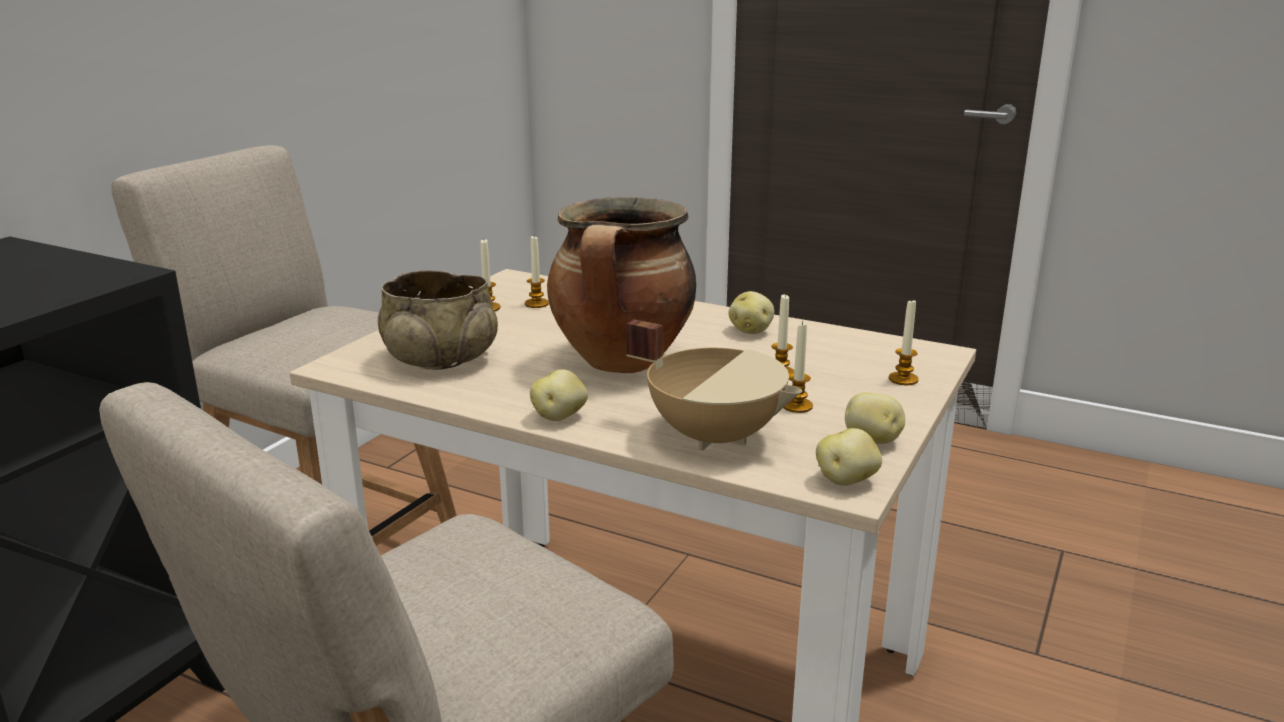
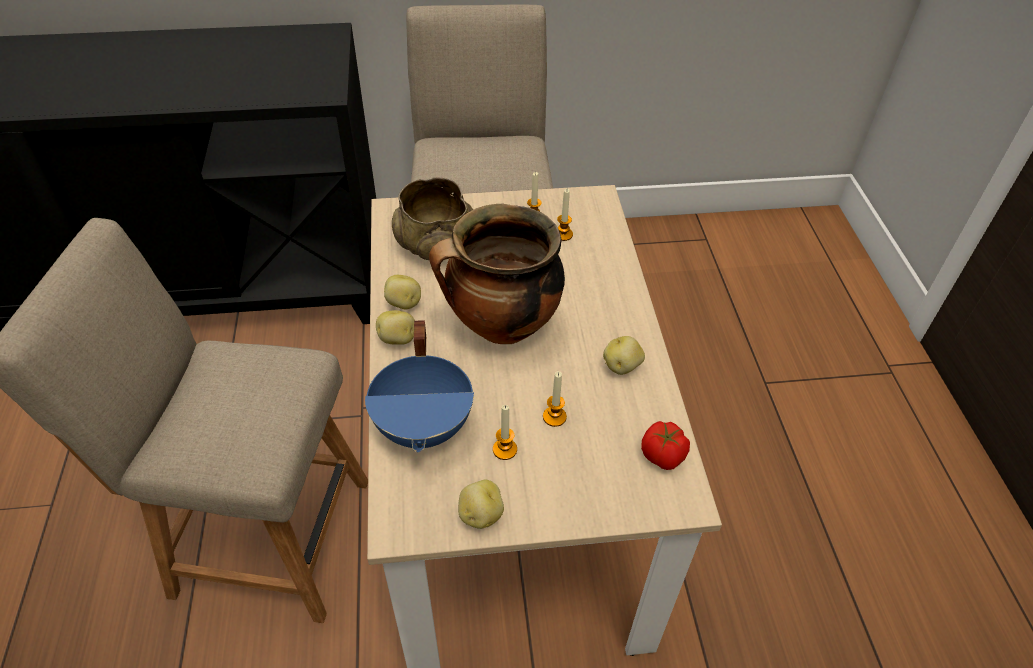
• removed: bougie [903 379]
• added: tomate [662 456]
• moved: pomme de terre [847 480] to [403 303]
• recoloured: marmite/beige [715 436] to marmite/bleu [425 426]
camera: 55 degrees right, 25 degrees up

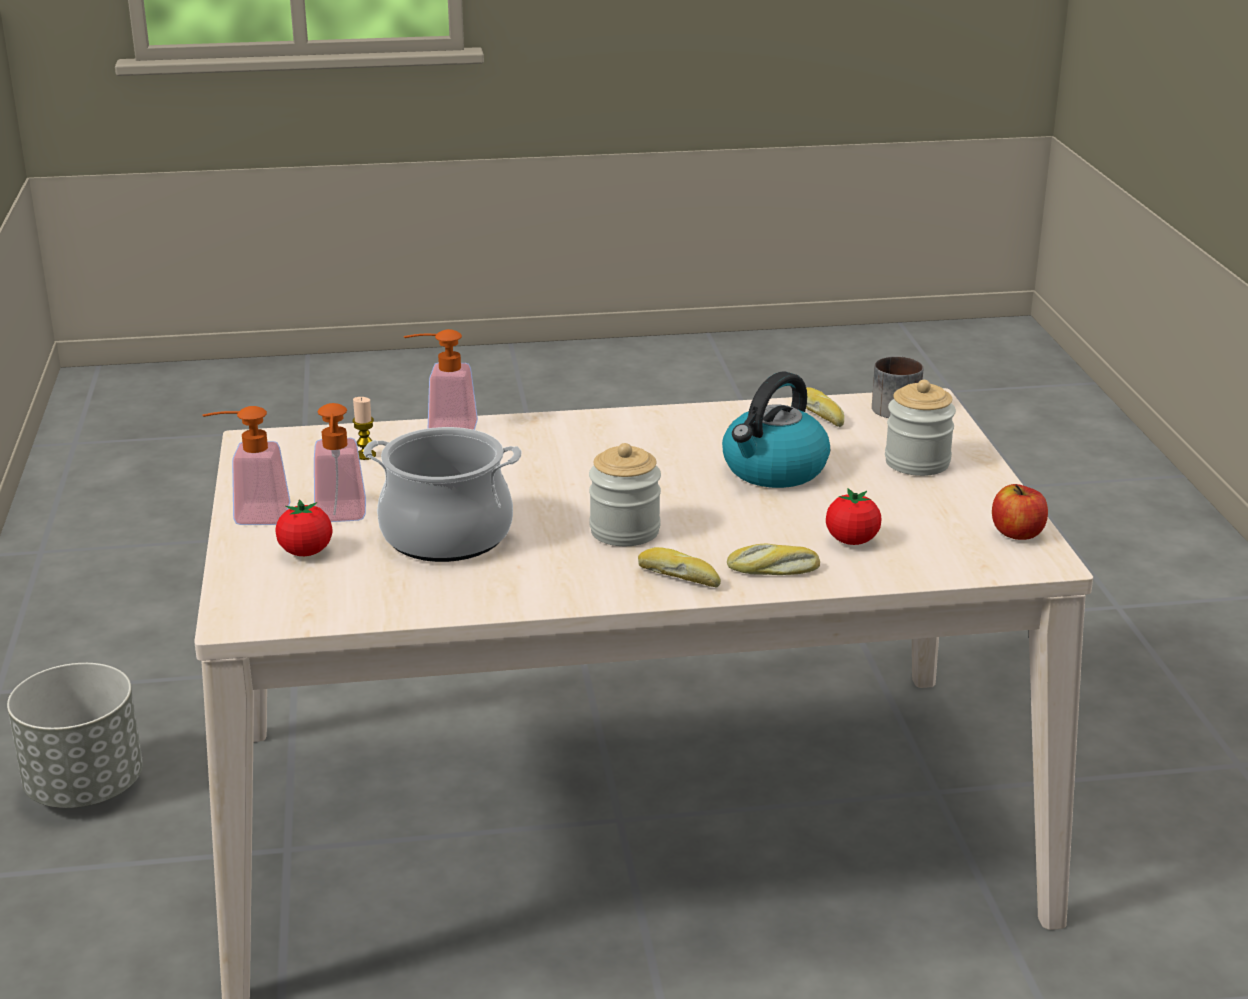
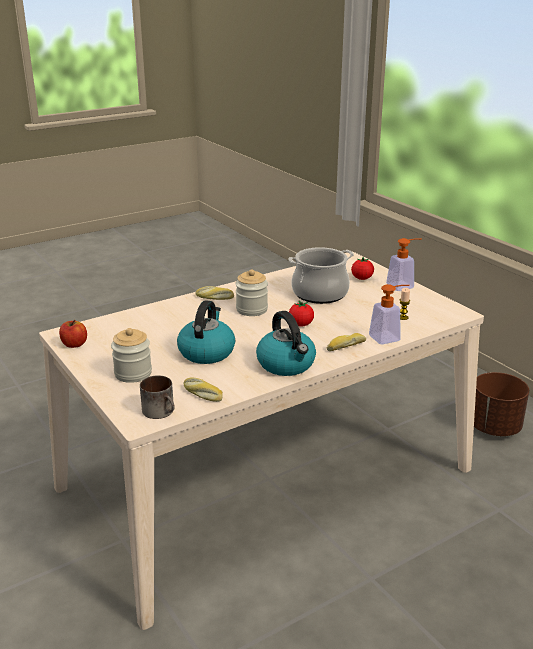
• removed: distributeur de savon [340 517]
• added: bouilloire [287 364]
• moved: pain [773 571] to [345 346]
• moved: tomate [852 541] to [301 324]
• recoloured: cache-pot/gris [85 788] to cache-pot/marron [493 427]
camera: 155 degrees right, 0 degrees up

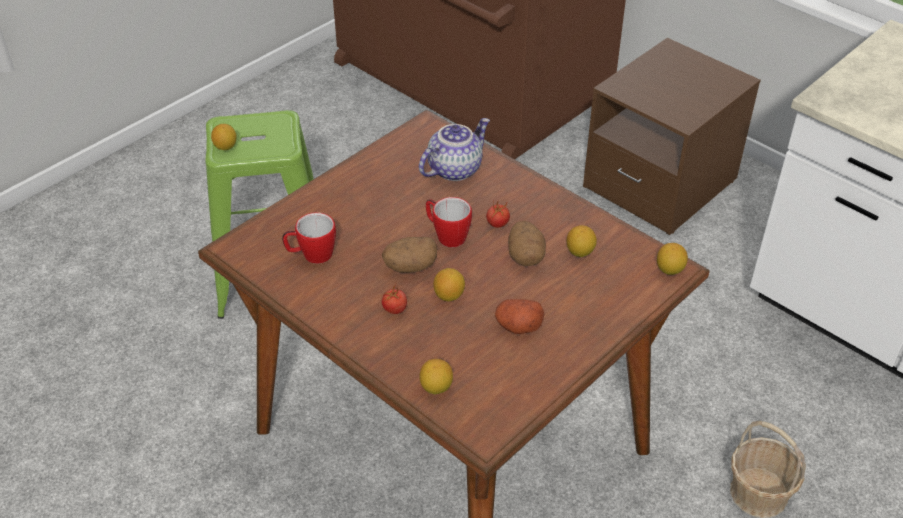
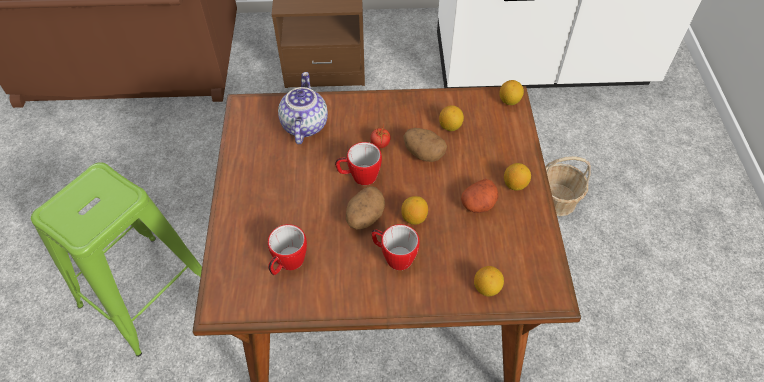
• moved: citron [226 147] to [515 184]
• replaced: tomate [394 309] to mug [394 256]
camera: 45 degrees left, 10 degrees up

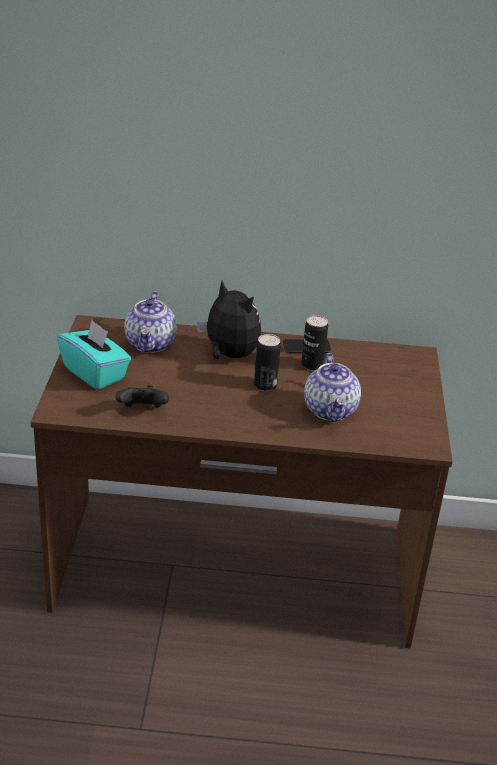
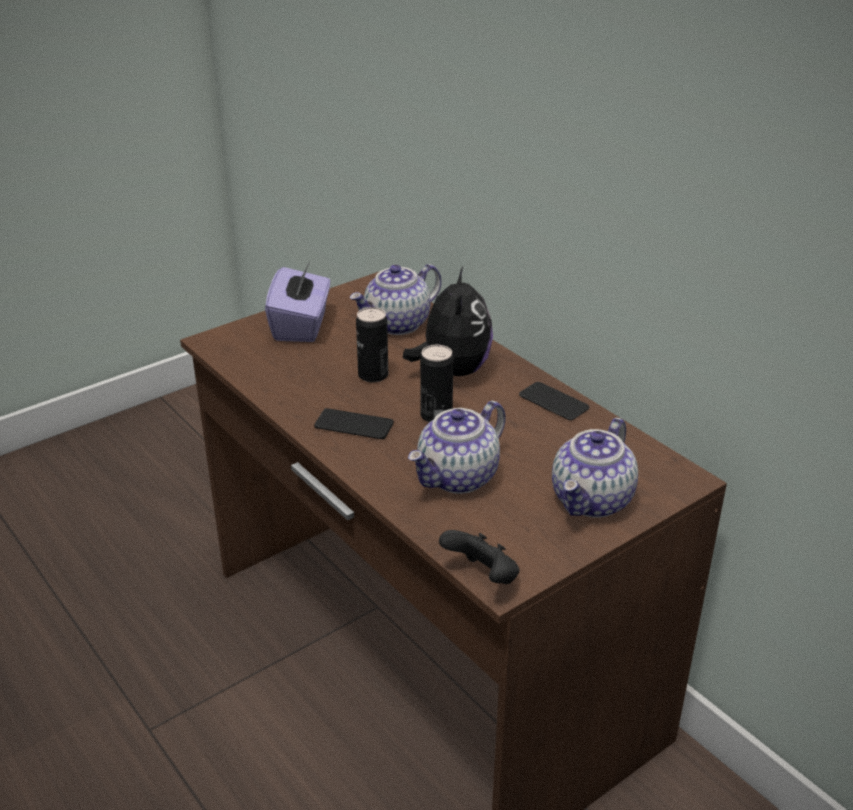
• added: téléphone [354 425]
• added: théière [592 501]
• moved: manette/noir [142 411] to [482 577]
• moved: boîte métallique [312 365] to [373 375]
• recoloured: boîte à mouchoirs/turquoise [95 373] to boîte à mouchoirs/violet [301 326]
camera: 50 degrees right, 0 degrees up

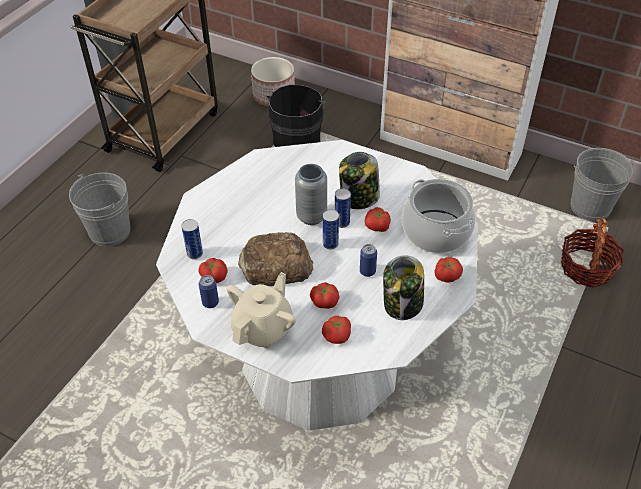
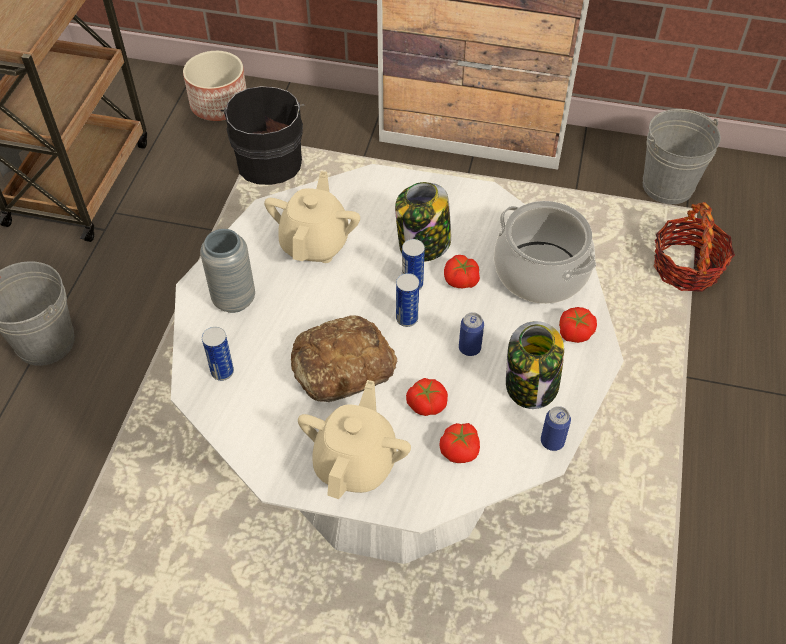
• removed: tomate [214 276]
• added: théière/beige [315 243]
• moved: boîte métallique [210 302] to [552 441]
• moved: vase/gris [311 217] to [234 300]
camera: 15 degrees left, 5 degrees up

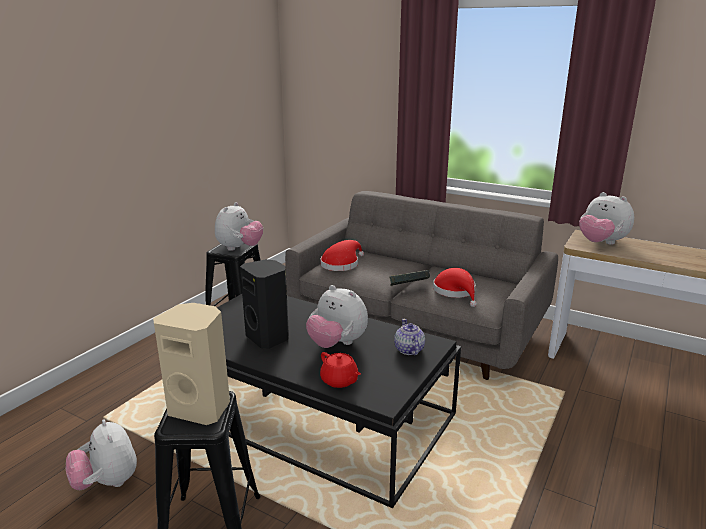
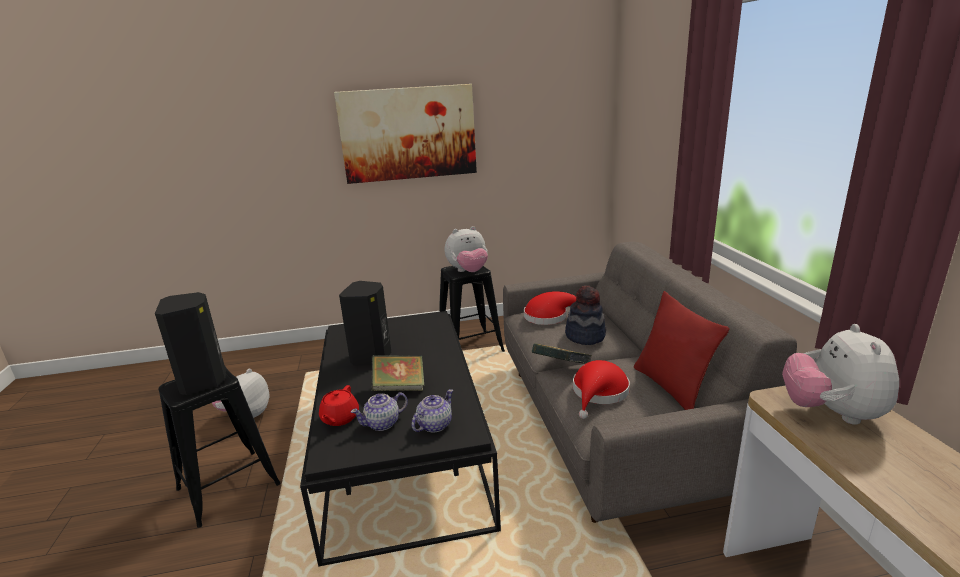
• added: tableau [408 133]
• added: théière [383 423]
• added: chapeau [585 336]
• added: coussin/rouge [671 387]
• replaced: peluche [337 344] to livre [399 387]
• recoloured: enceinte/beige [201 408] to enceinte/noir [204 381]
camera: 50 degrees right, 0 degrees up

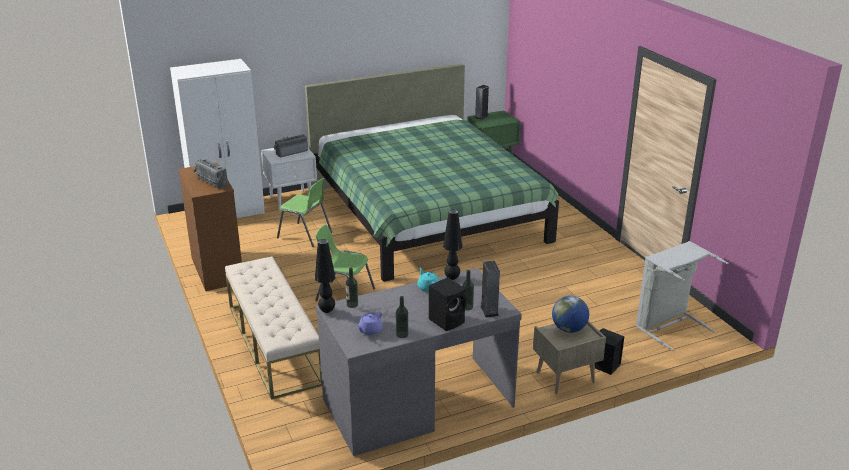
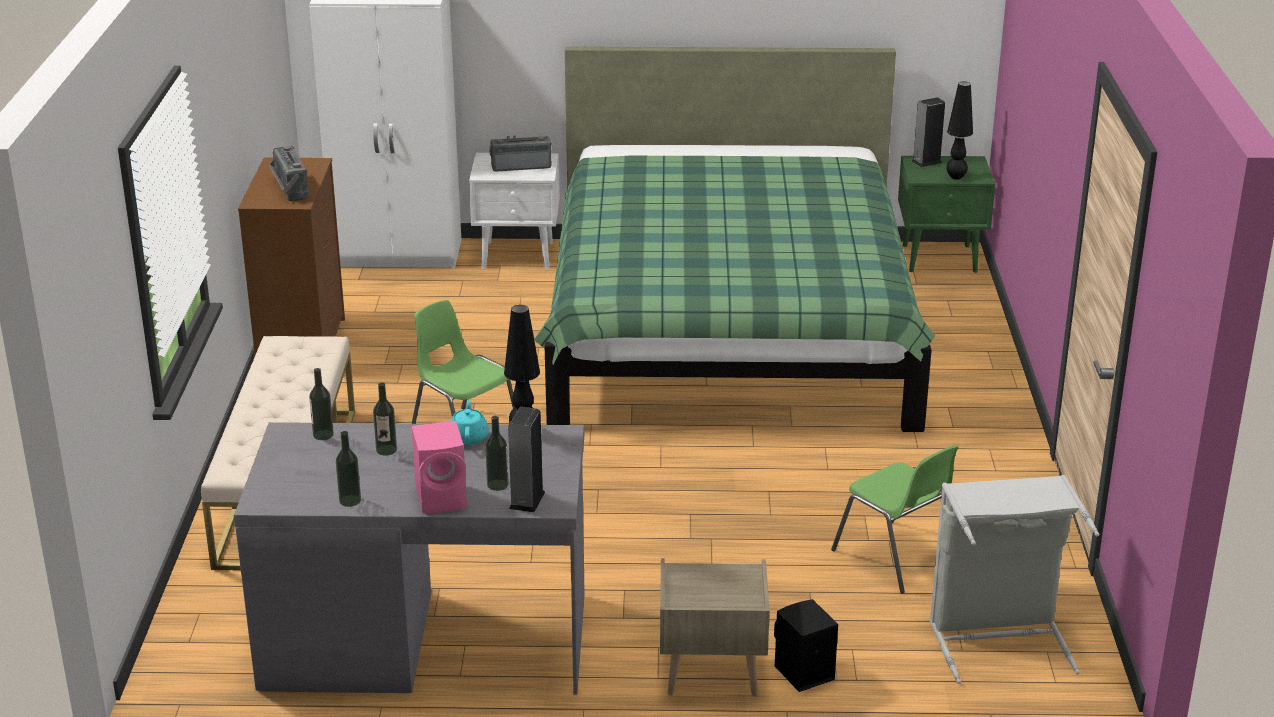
• removed: théière/violet [370 330]
• removed: globe [569 329]
• added: bouteille [386 450]
• moved: chaise/vert [305 235] to [896 558]
• moved: lampe de table/noir [327 310] to [956 177]
• recoloured: enceinte/noir [447 320] to enceinte/rose [443 498]
camera: 25 degrees right, 0 degrees up

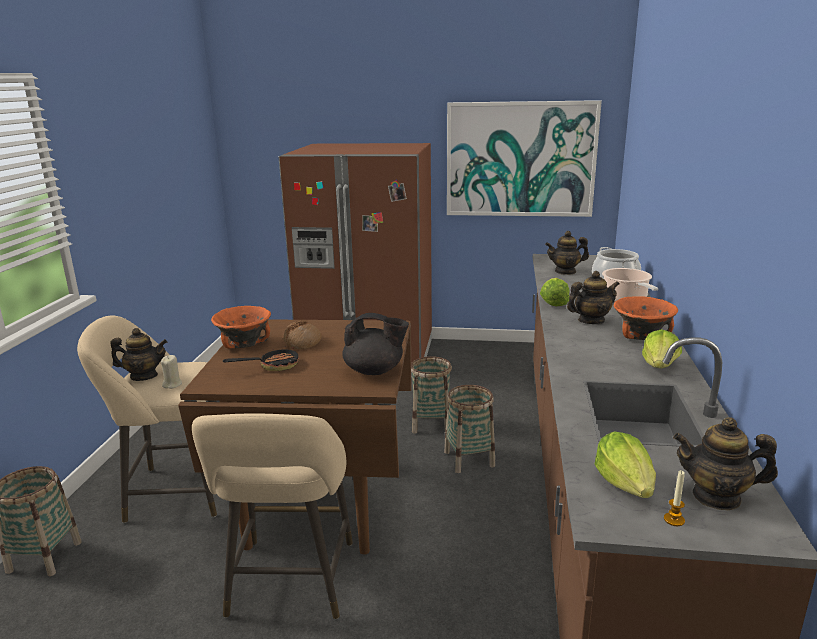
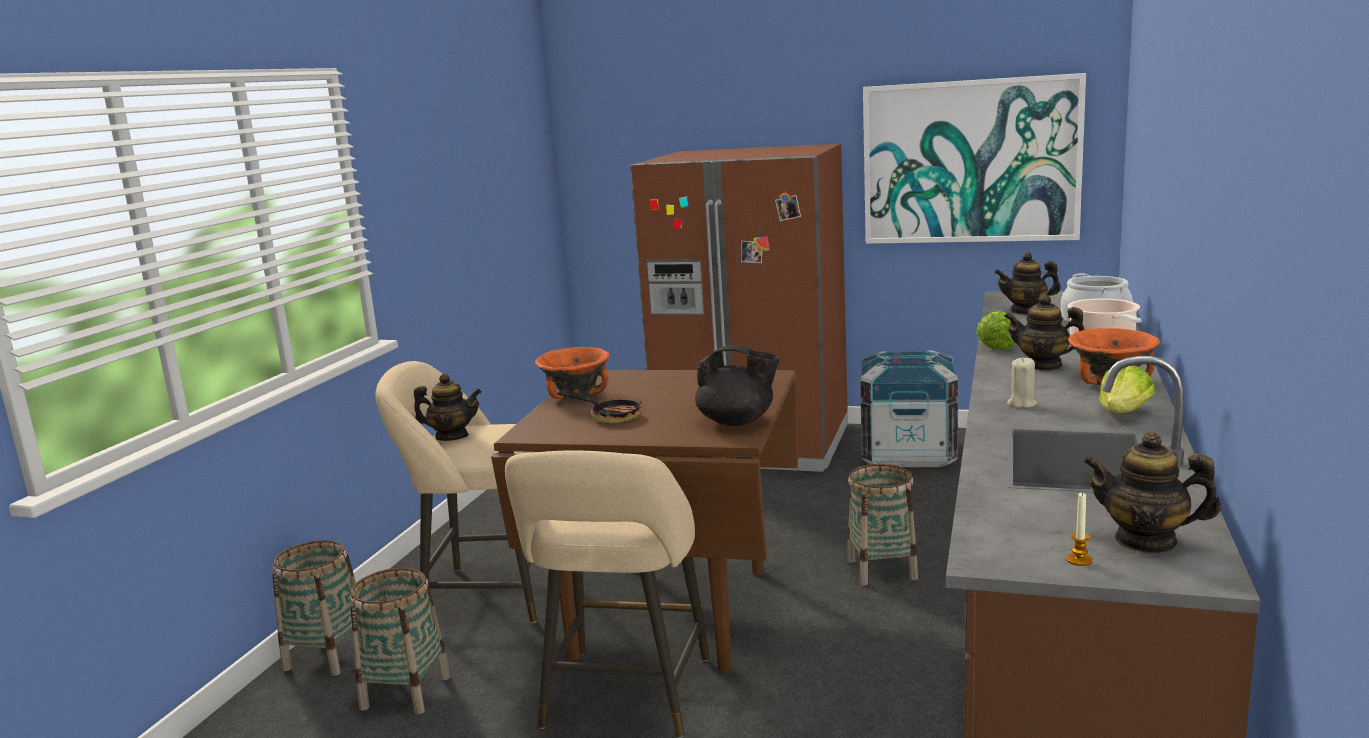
• removed: pain [303 342]
• removed: laitue [626 484]
• added: caisse [908 453]
• moved: bougie/beige [172 384] to [1021 404]
• moved: panier [431 424] to [405 692]
• turned: poêle [273 366] = [609 416] 45 degrees clockwise
• turned: théière [591 321] = [1043 365] 150 degrees counterclockwise
camera: 10 degrees right, 5 degrees down

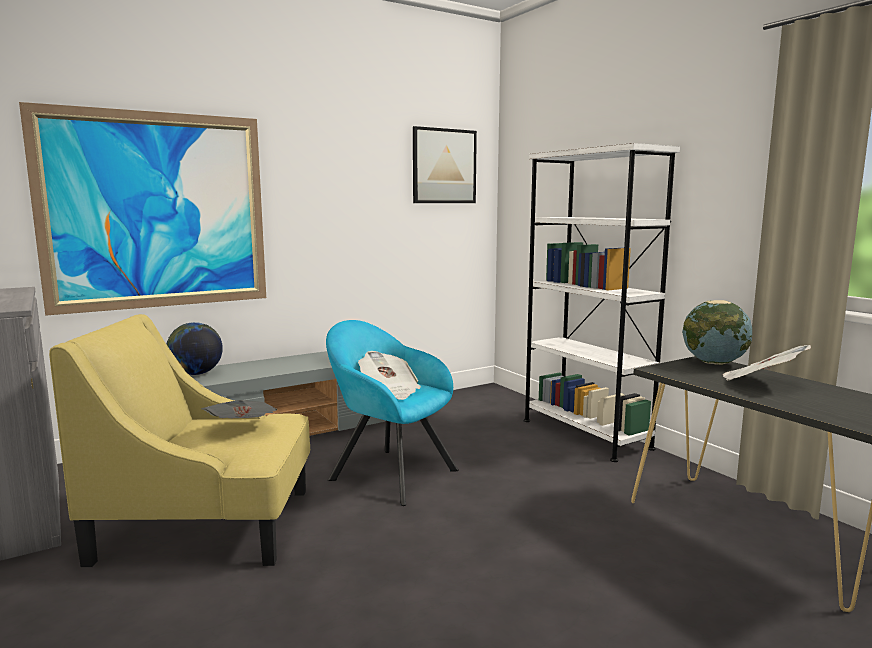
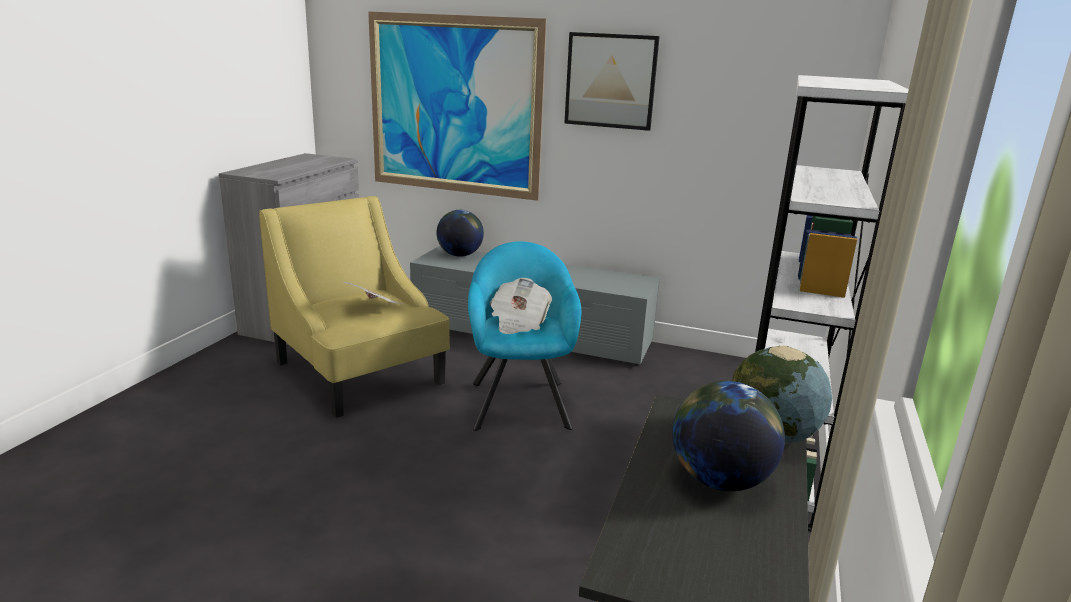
• moved: tableau [444 166] to [610 81]
• replaced: journal [760 383] to globe [719 480]
camera: 50 degrees right, 10 degrees up

